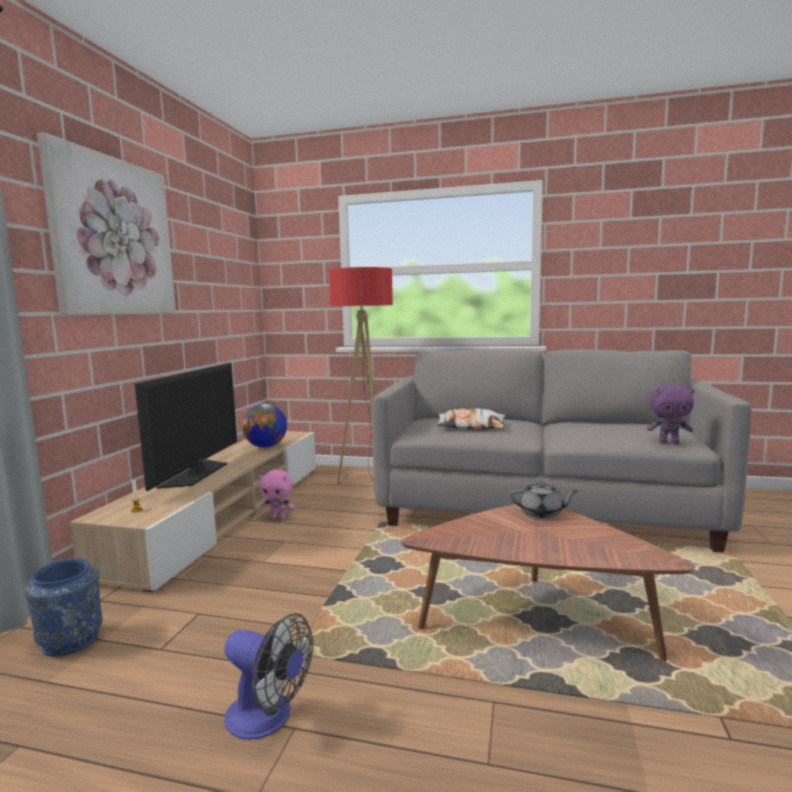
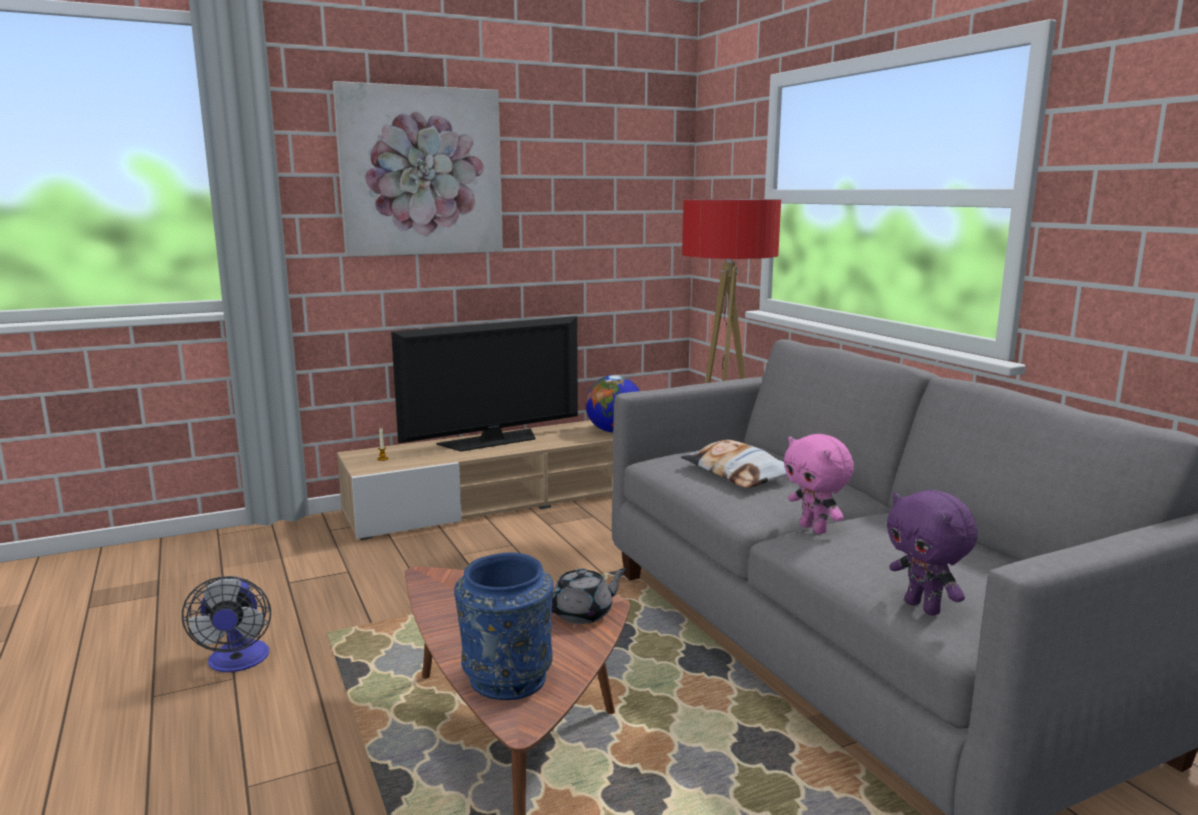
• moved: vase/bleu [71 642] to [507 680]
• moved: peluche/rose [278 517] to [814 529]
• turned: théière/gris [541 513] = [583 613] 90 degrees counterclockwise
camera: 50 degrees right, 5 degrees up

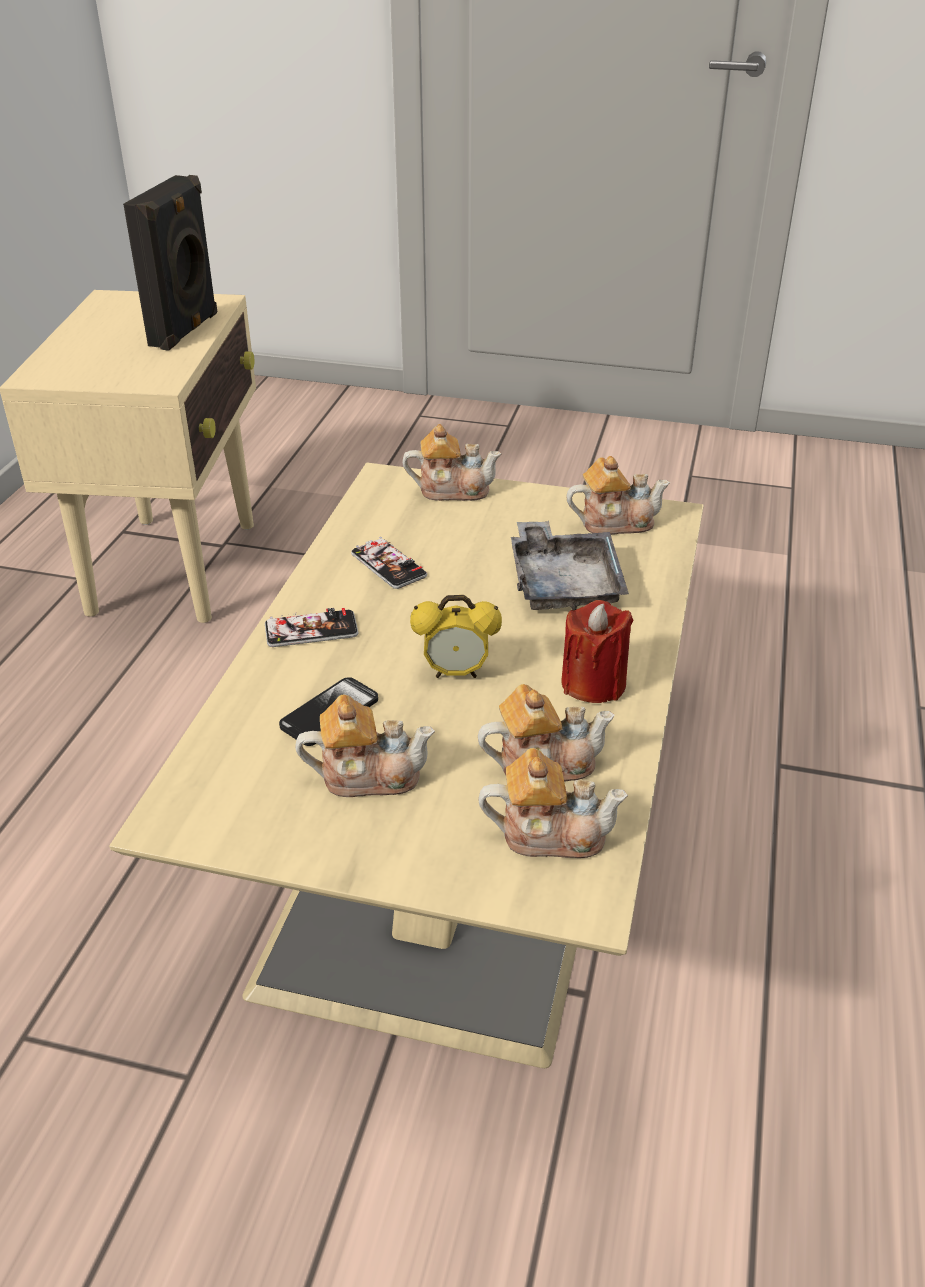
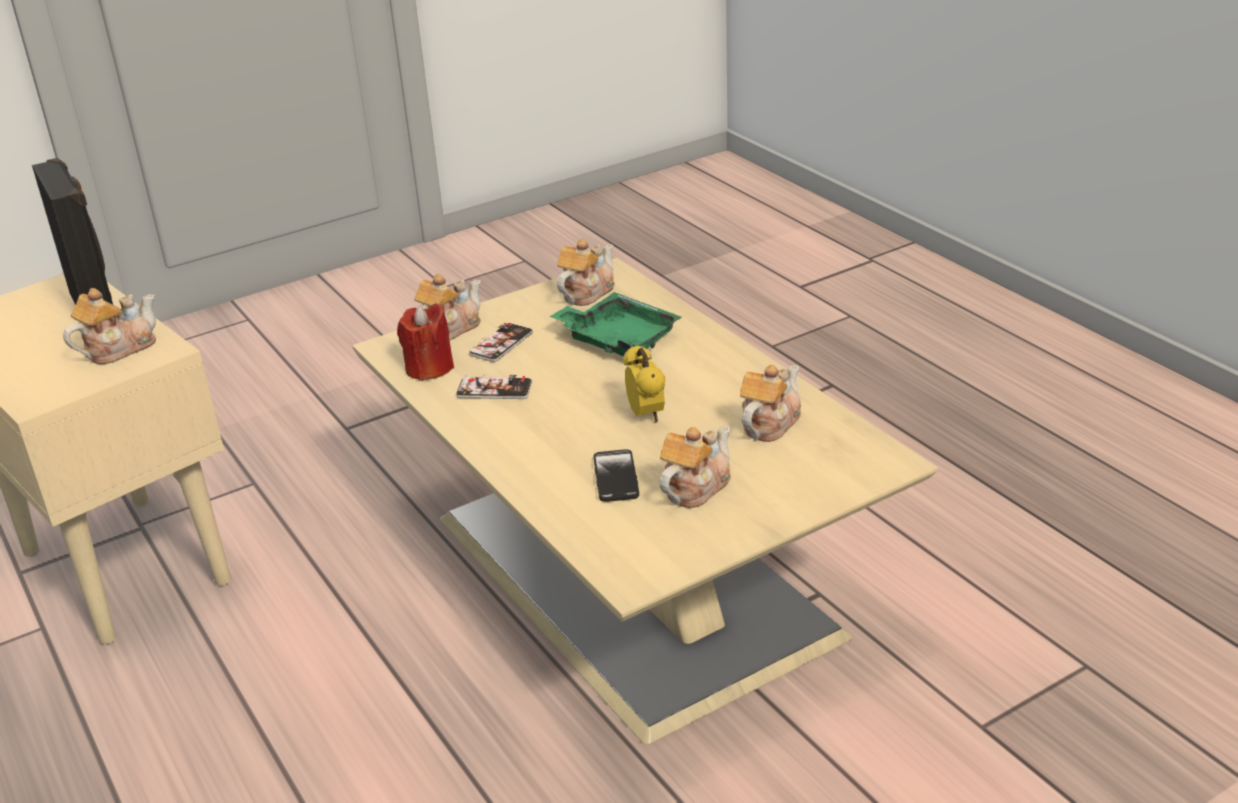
• moved: téléphone [311 630] to [501 344]
• moved: théière [550 833] to [118 349]
• moved: bougie/rouge [593 683] to [429 368]
• recoloured: plateau/gris [564 583] to plateau/vert [618 339]
• turned: réveil [456 673] = [646 415] 60 degrees counterclockwise
camera: 45 degrees left, 5 degrees down

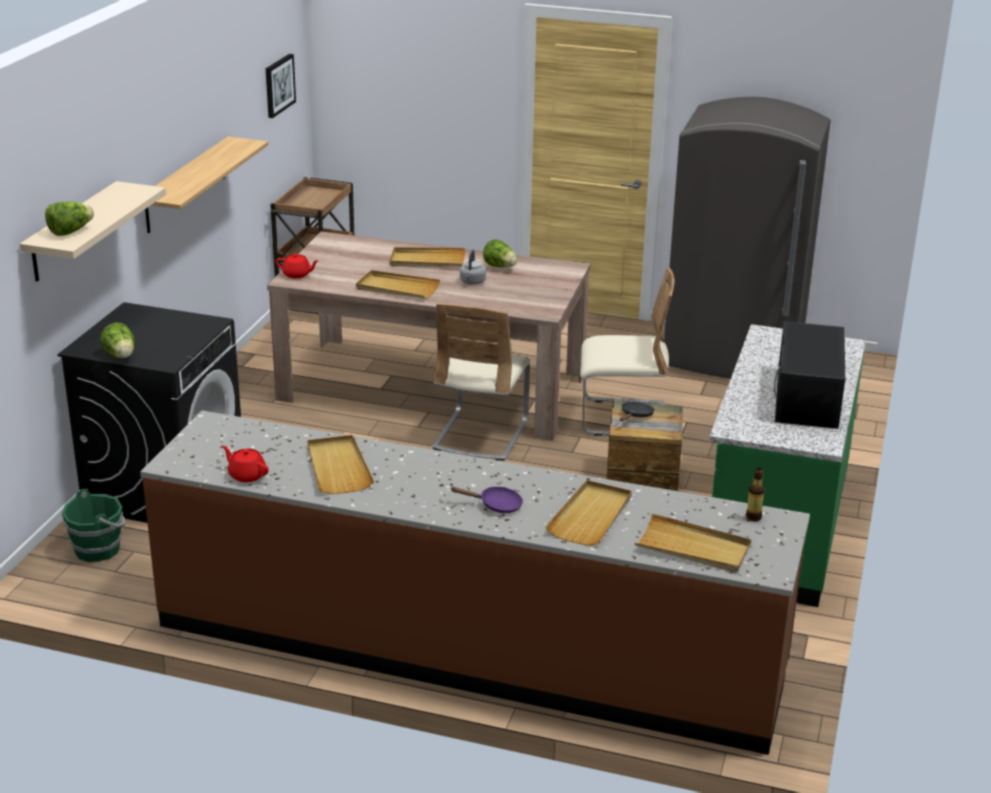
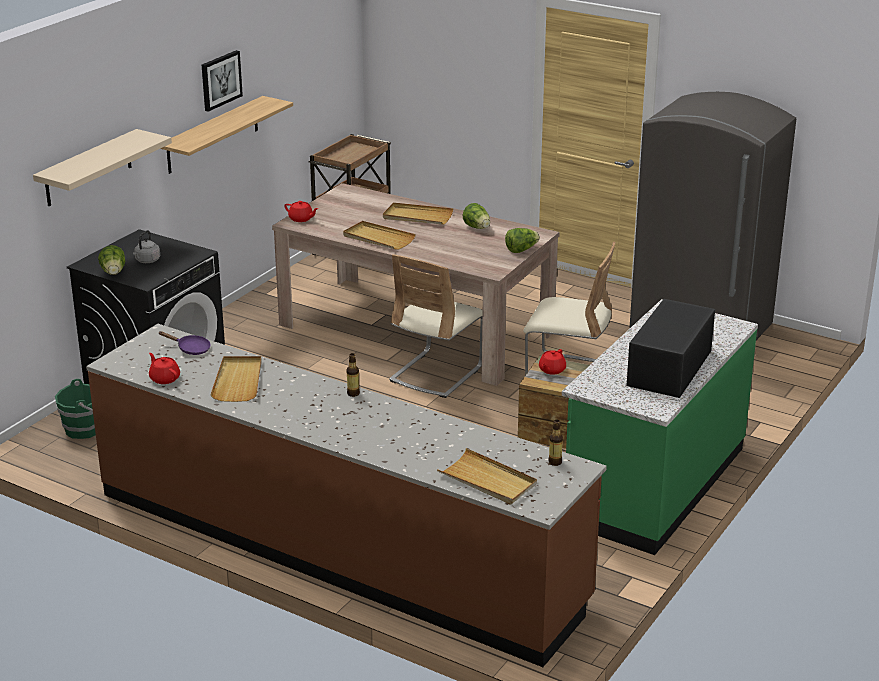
• removed: plateau/beige [591 516]
• added: bouteille [353 393]
• moved: laitue [70 232] to [521 250]
• moved: tableau [279 85] to [220 80]
• moved: poêle/violet [496 505] to [190 349]
• moved: bouilloire/gris [472 282] to [147 261]
• replaced: poêle/noir [635 416] to théière/rouge [551 370]
camera: 15 degrees right, 0 degrees up

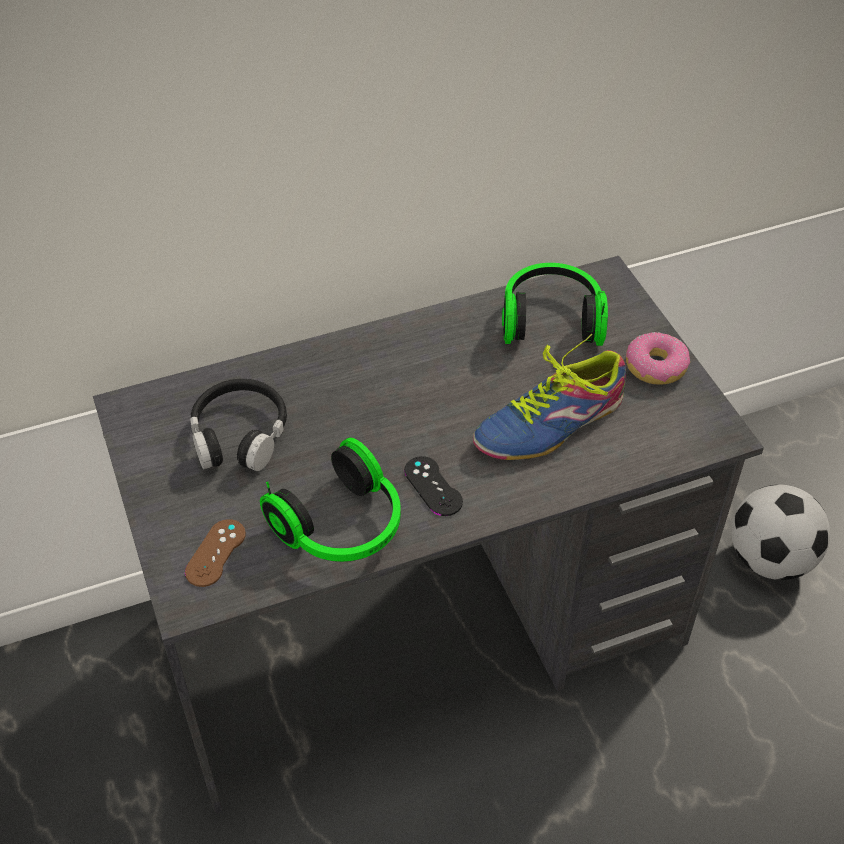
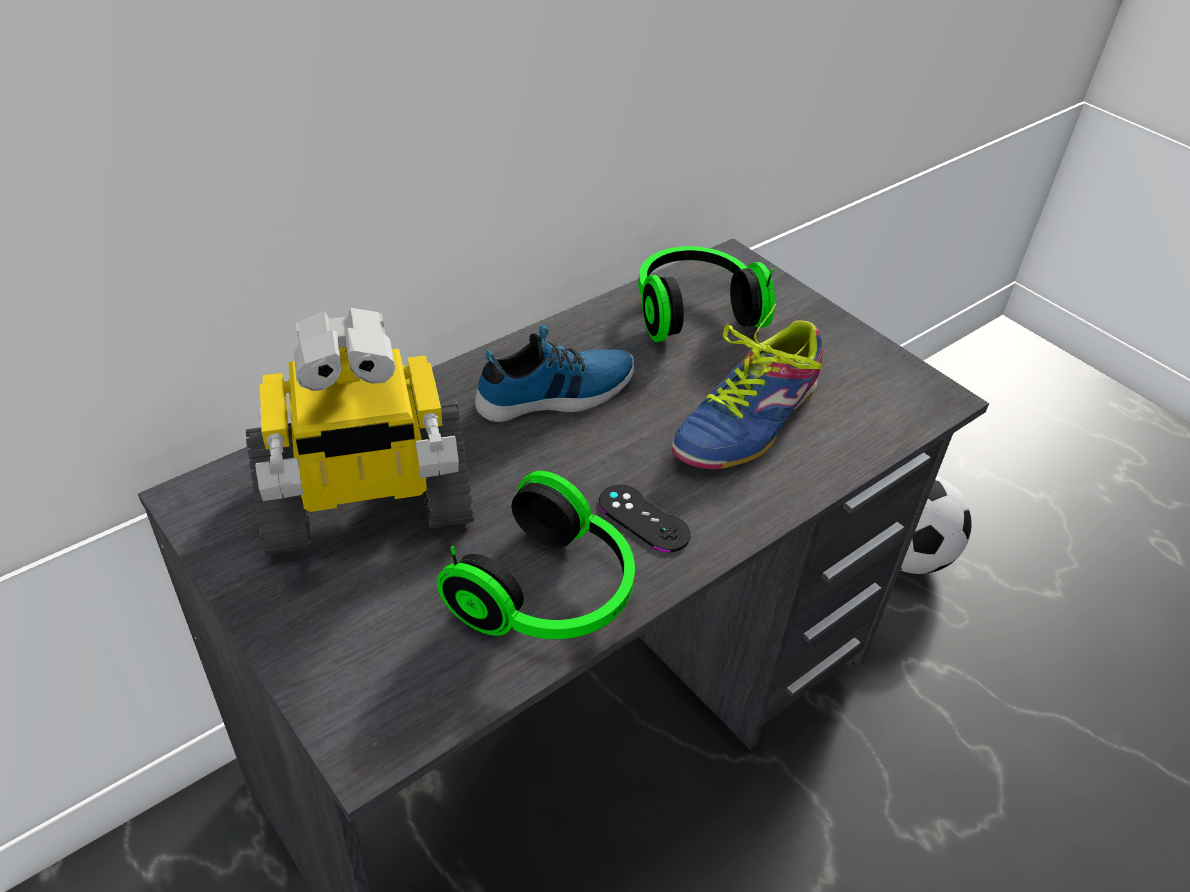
• removed: manette/marron [215 553]
• removed: beignet [655 367]
• added: chaussure [557 394]
• replaced: casque audio/noir [239 435] to robot jouet [365 504]
camera: 20 degrees left, 5 degrees down

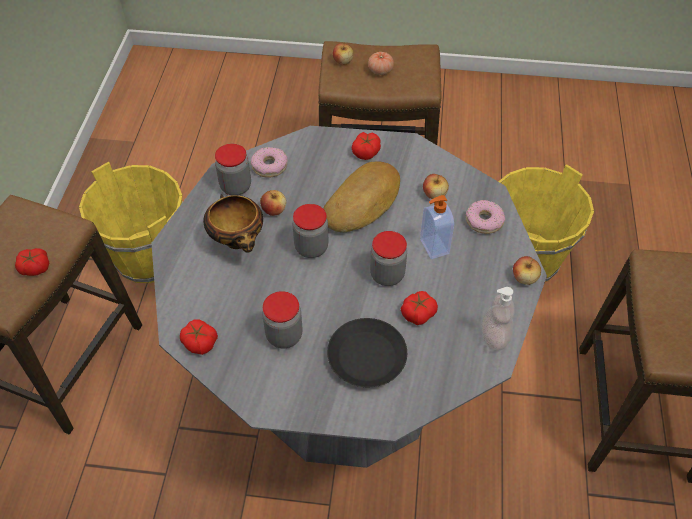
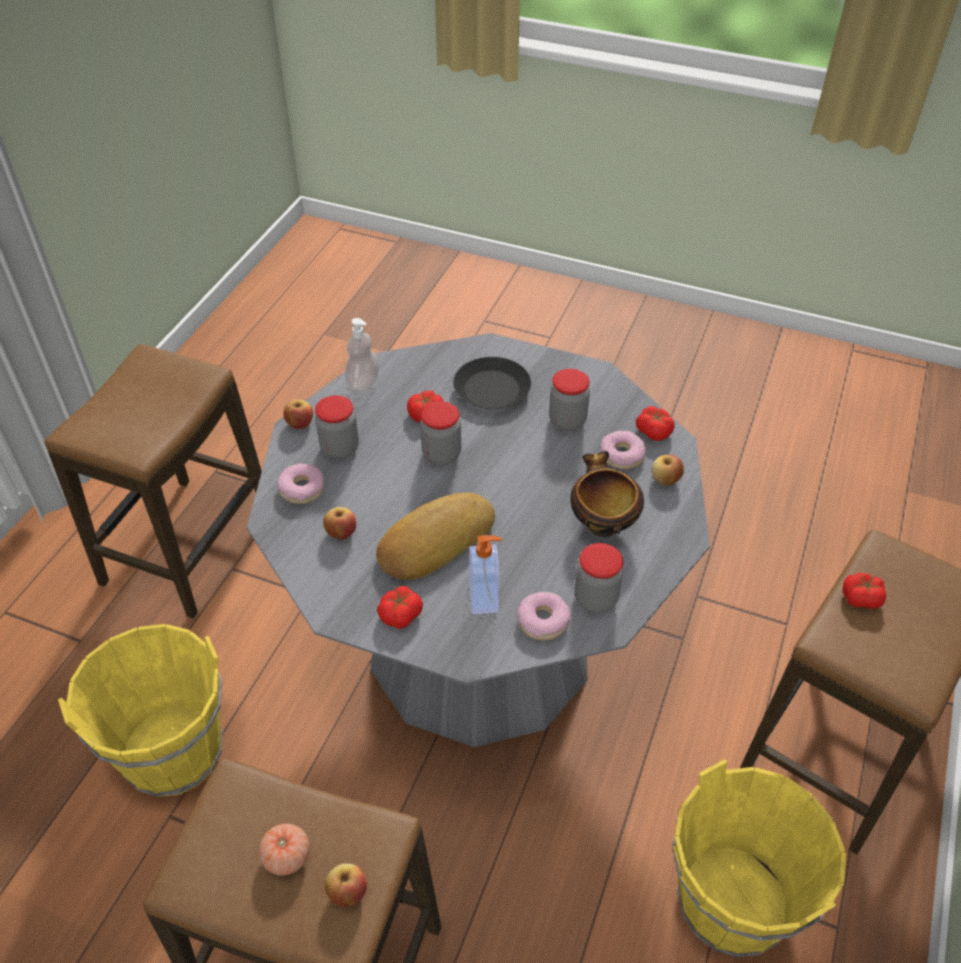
• added: beignet [622 455]
• moved: pomme [274 210] to [665 480]
• moved: bocal [311 247] to [340 448]
• moved: distributeur de savon [433 247] to [485 598]
camera: 165 degrees left, 5 degrees down

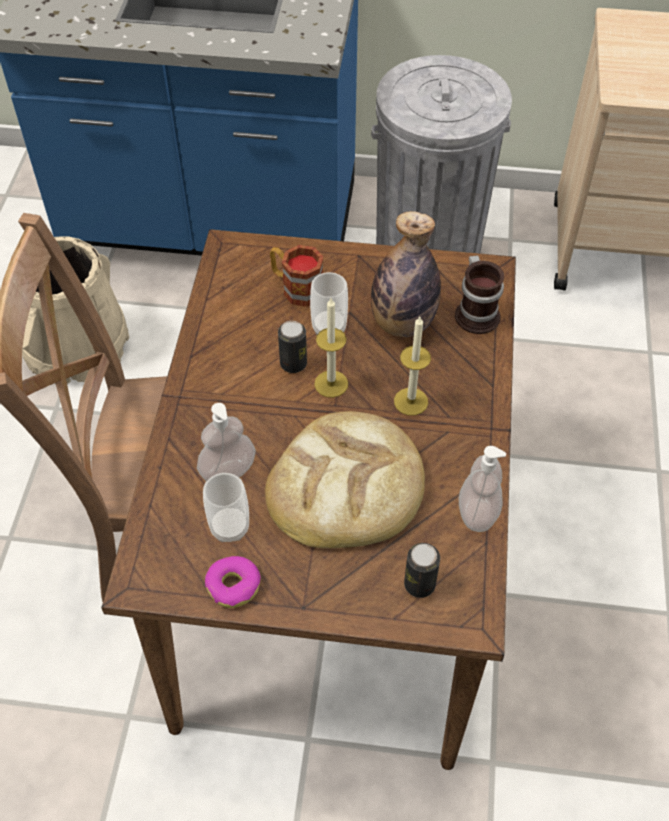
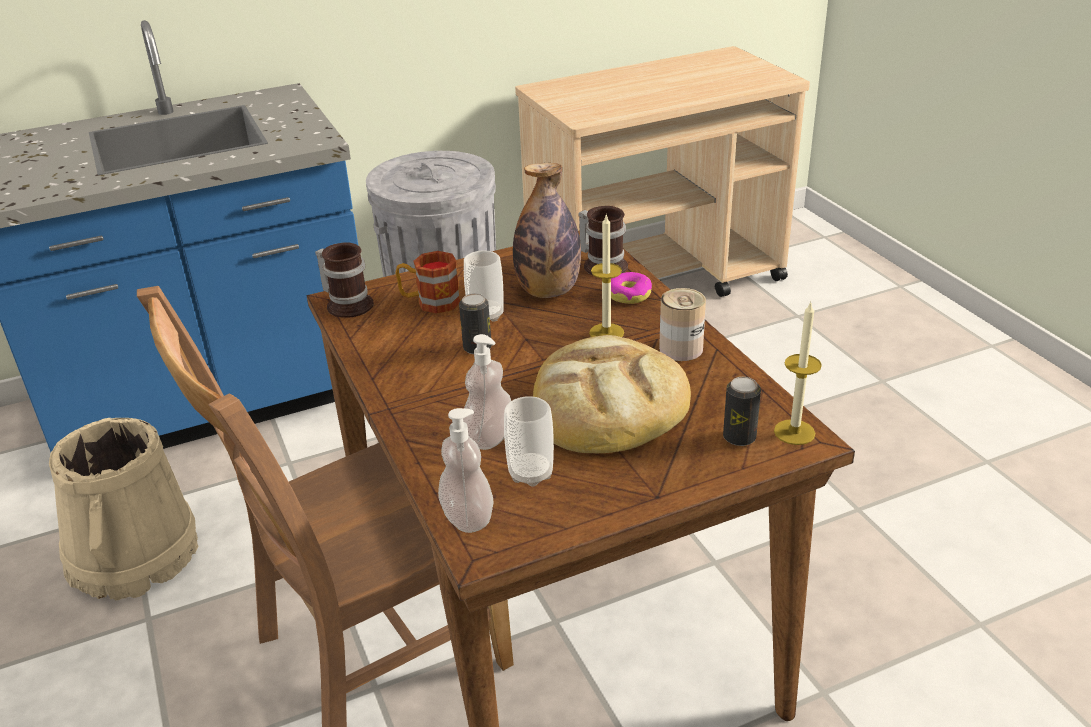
• added: mug [348 303]
• added: boîte métallique [681 349]
• moved: beignet [234 586] to [629 294]
• moved: bougie [331 384] to [794 432]
• moved: distributeur de savon [477 512] to [467 518]
camera: 30 degrees left, 20 degrees down

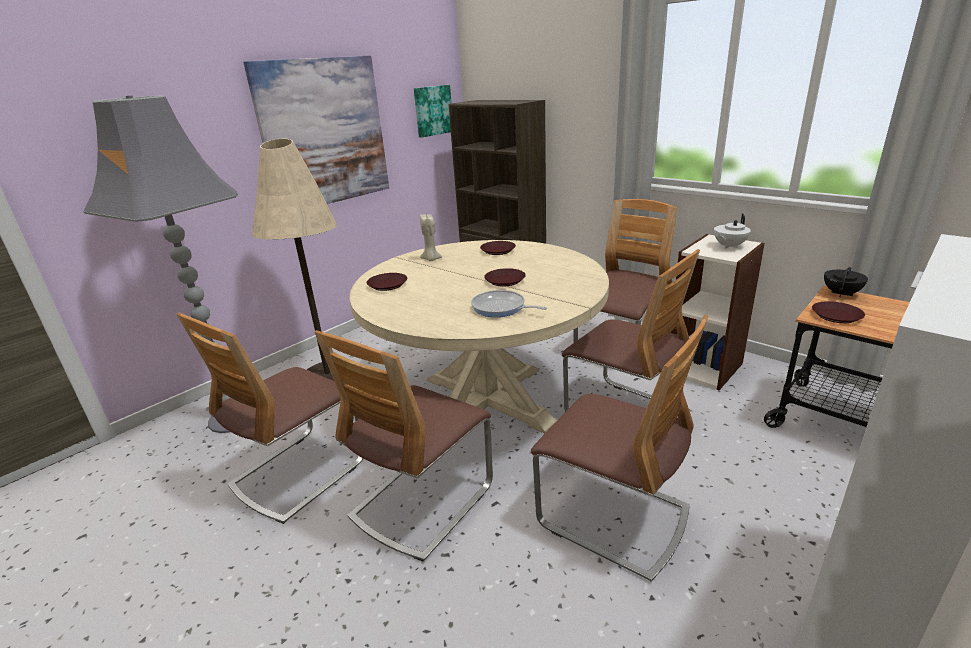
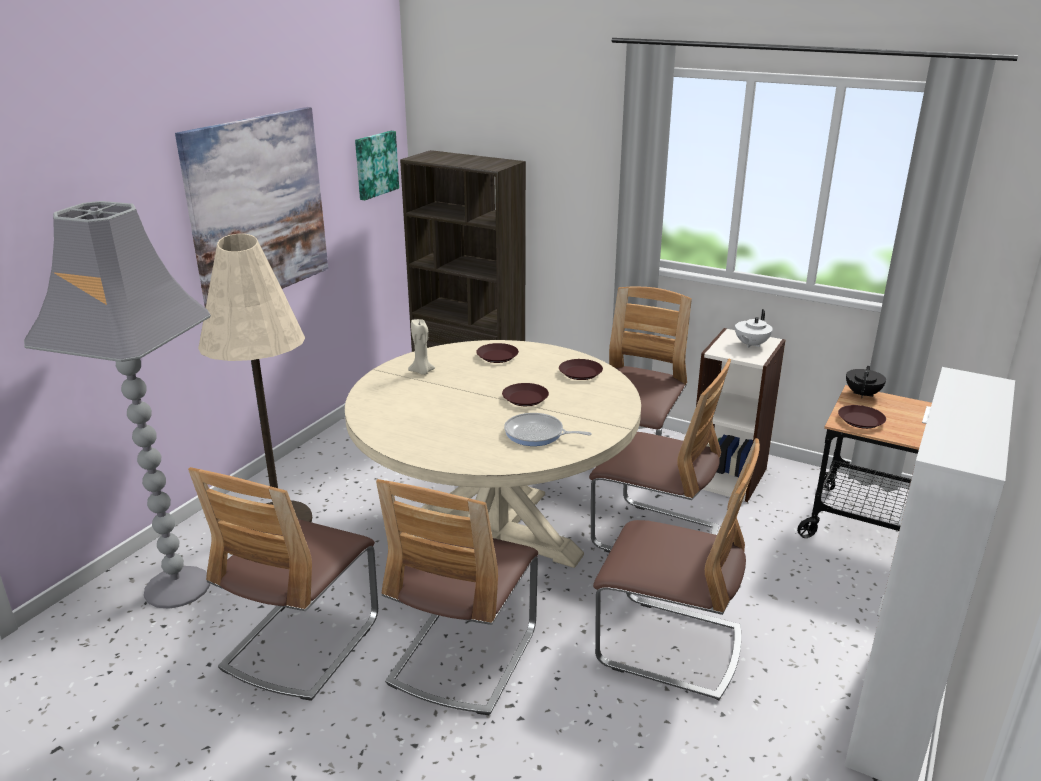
• moved: assiette/marron [387 285] to [580 373]
camera: 15 degrees left, 0 degrees up

